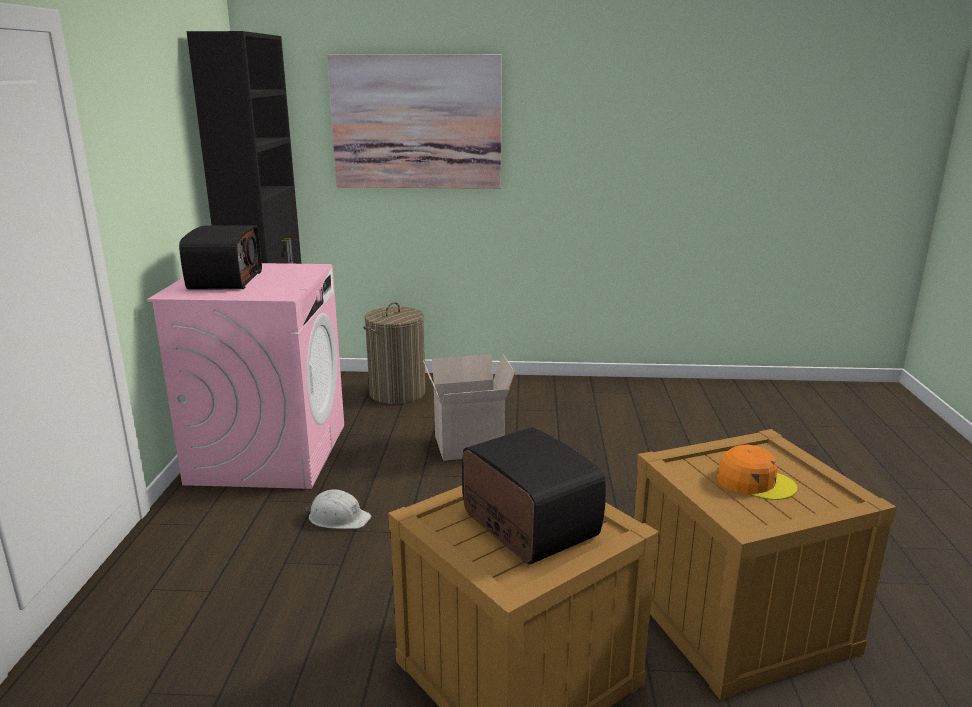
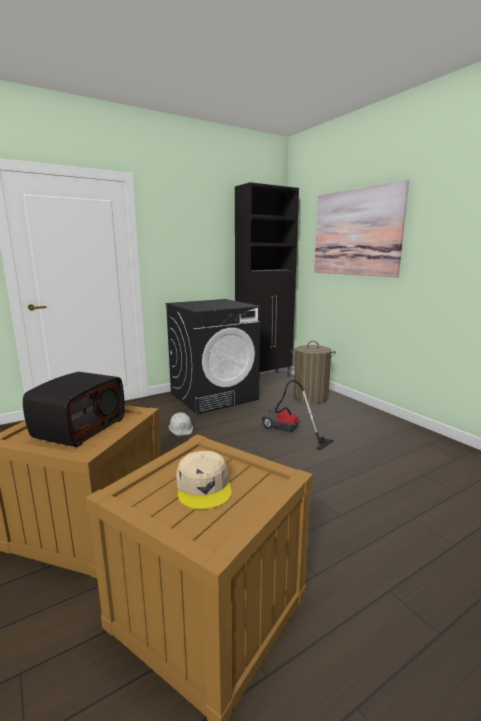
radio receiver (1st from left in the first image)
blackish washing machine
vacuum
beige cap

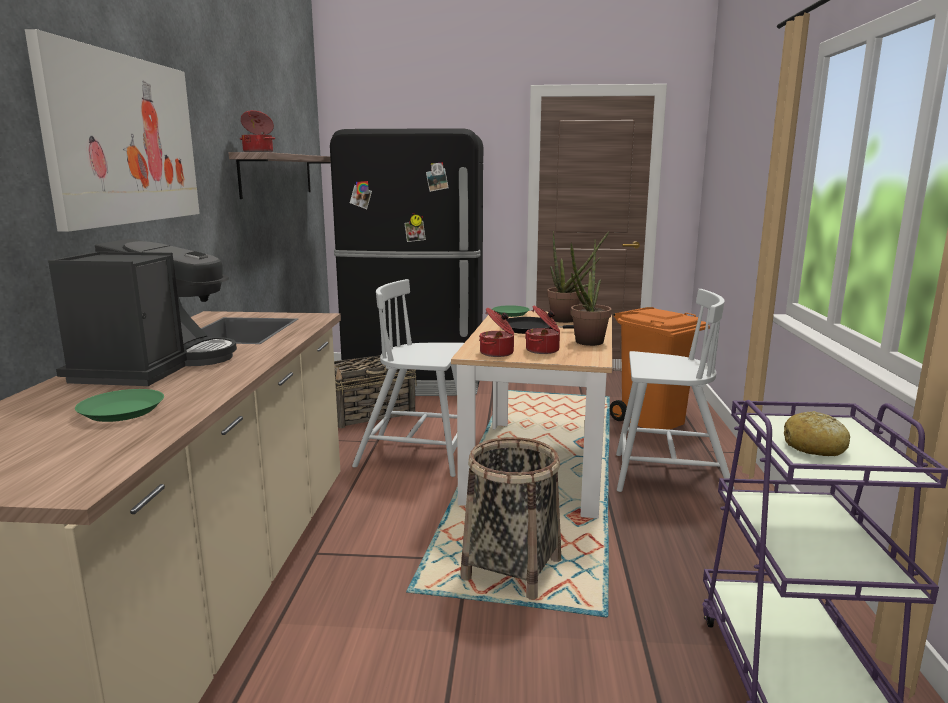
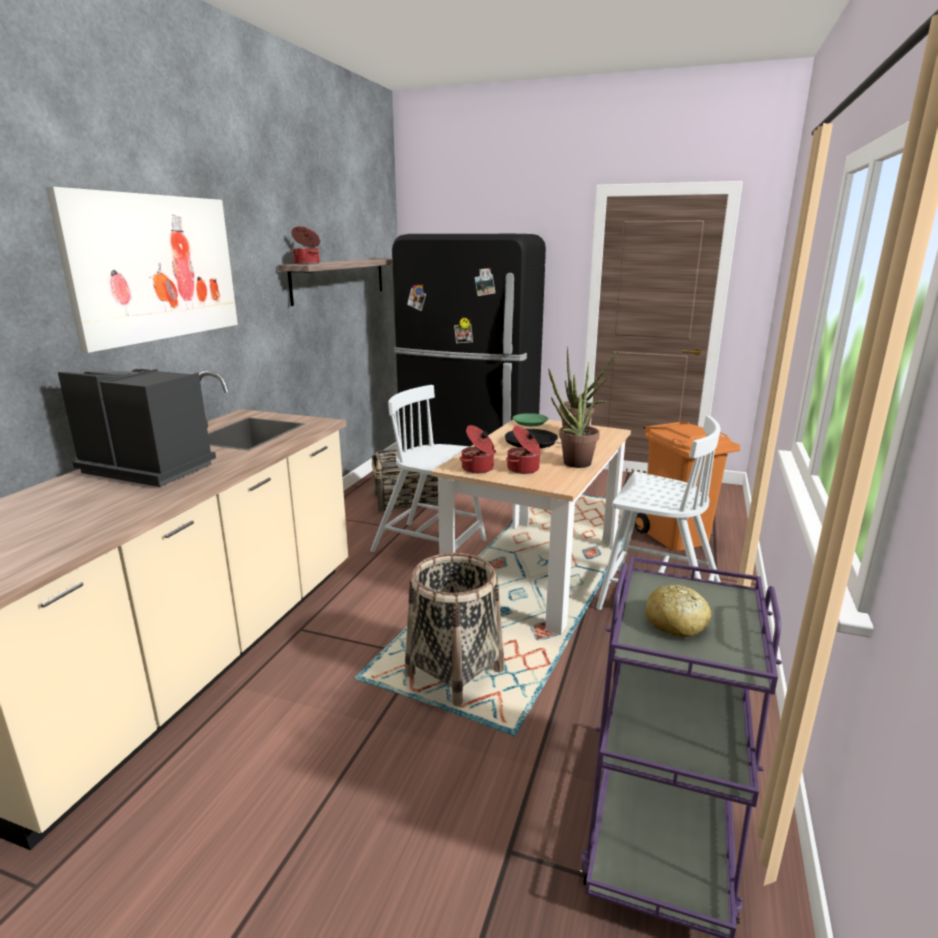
coffee machine
green flat dish (1st from left in the first image)

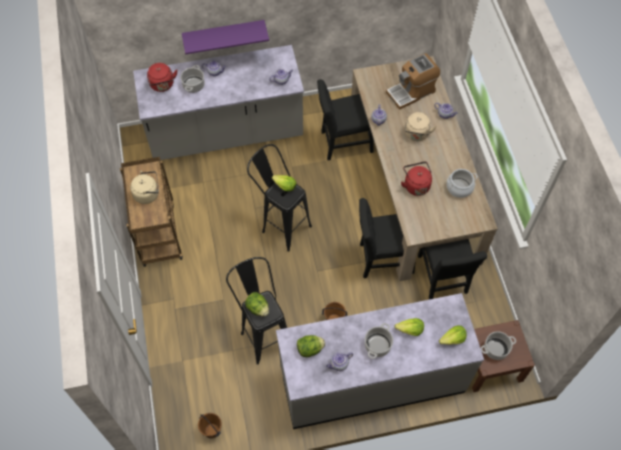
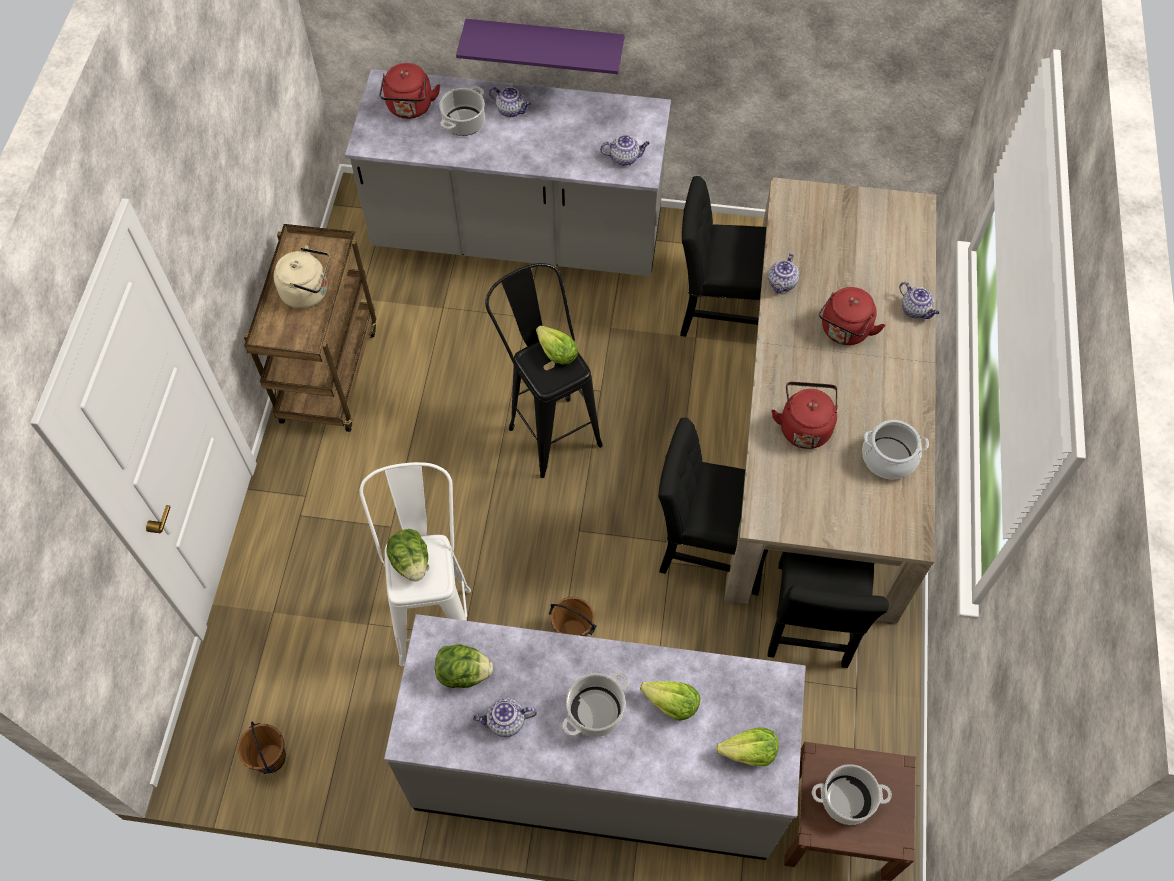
coffee machine
red water kettle (3rd from left)
white stool

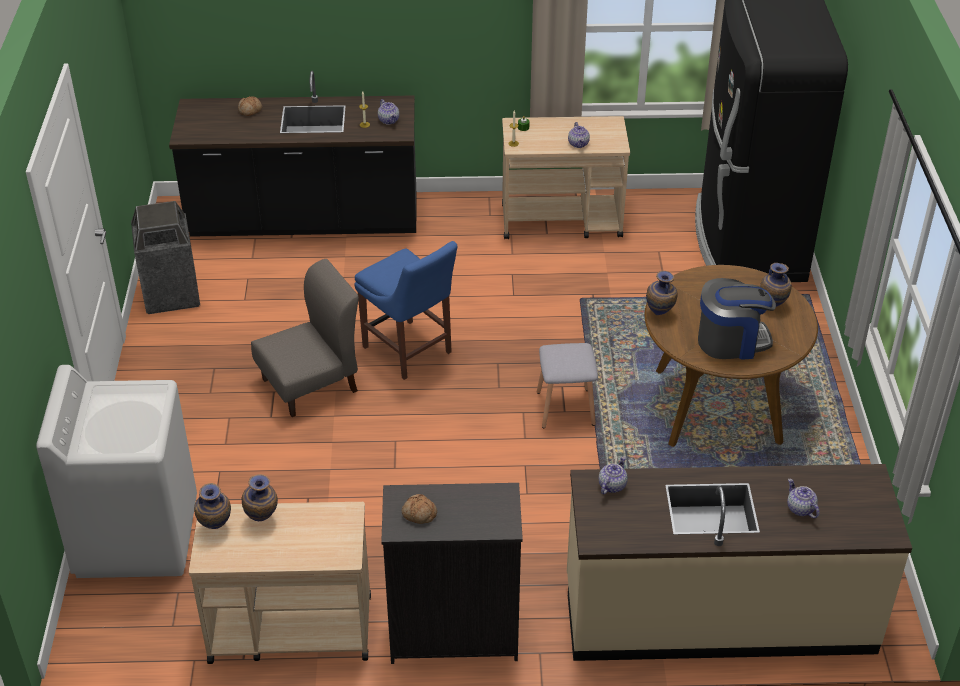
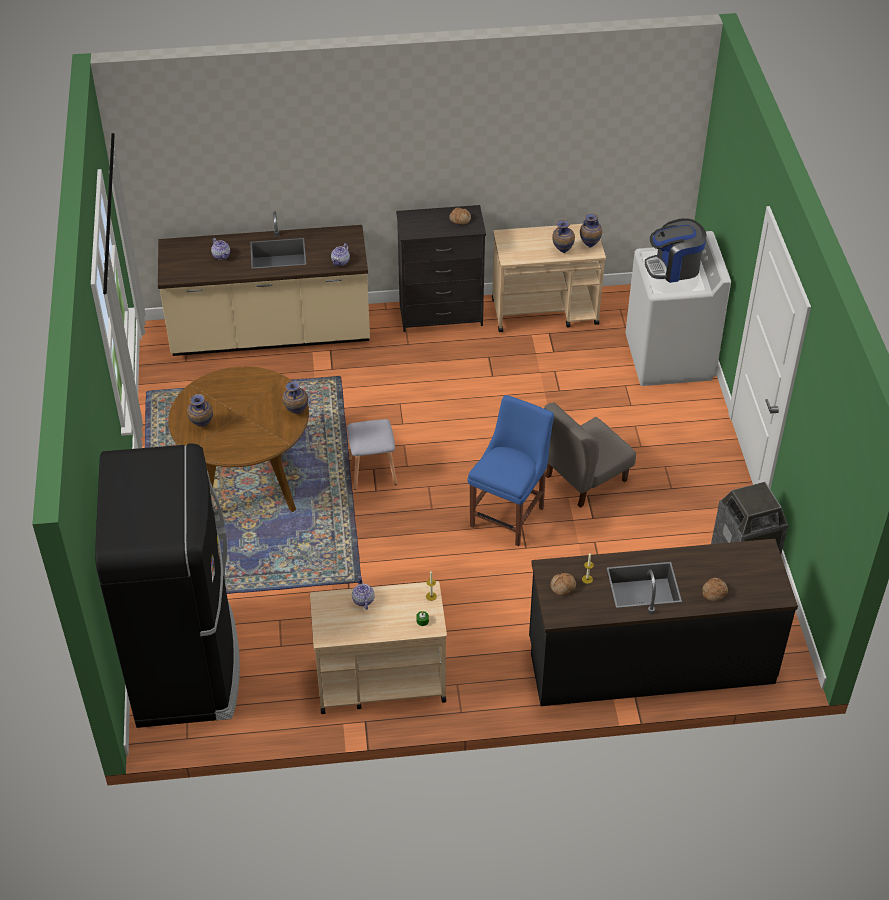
bread (2nd from left)
blue upright chair
coffee machine

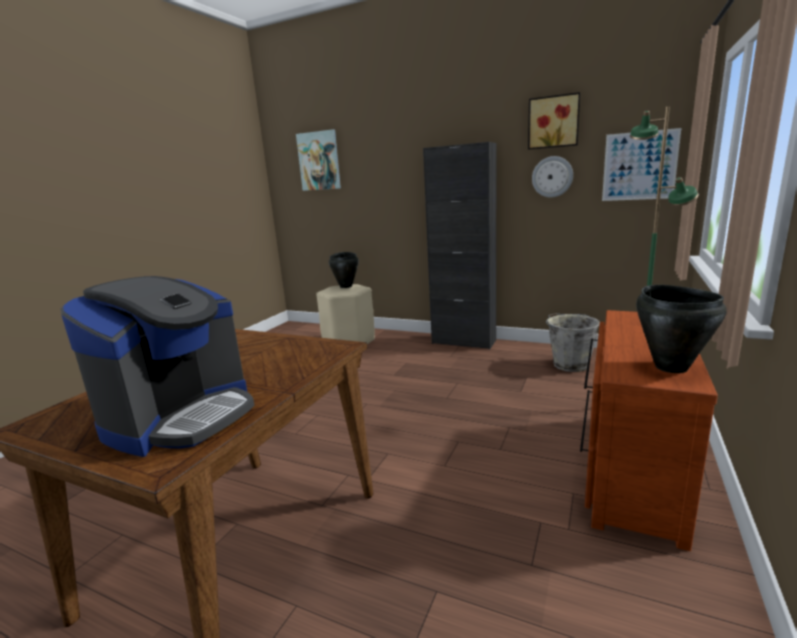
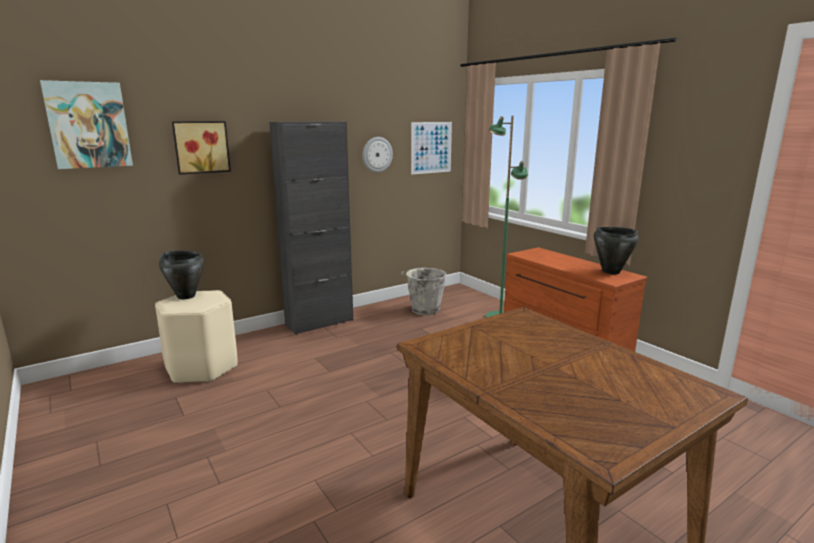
wall art (2nd from left)
coffee machine

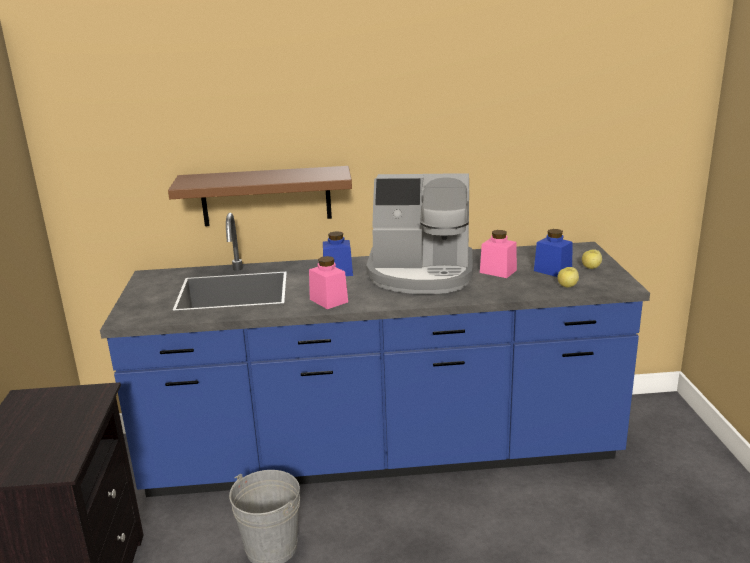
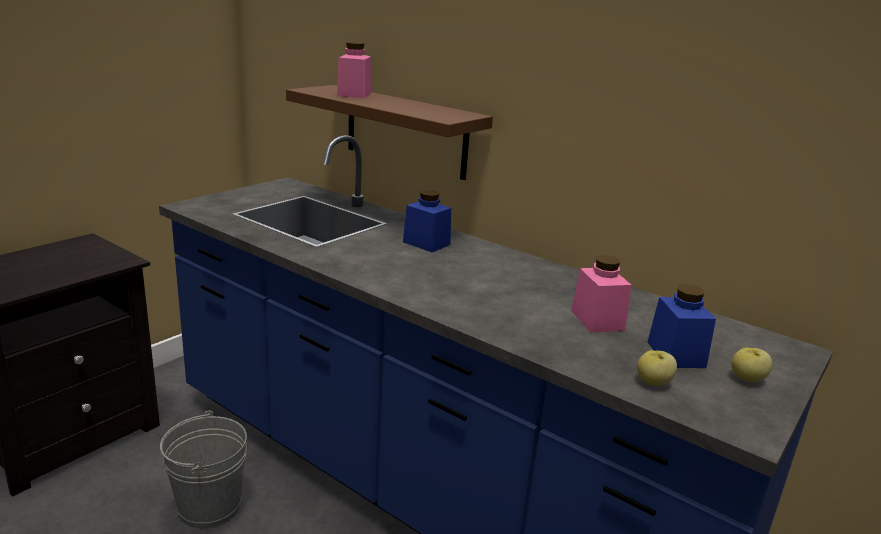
coffee machine
pinkish jar (1st from left)

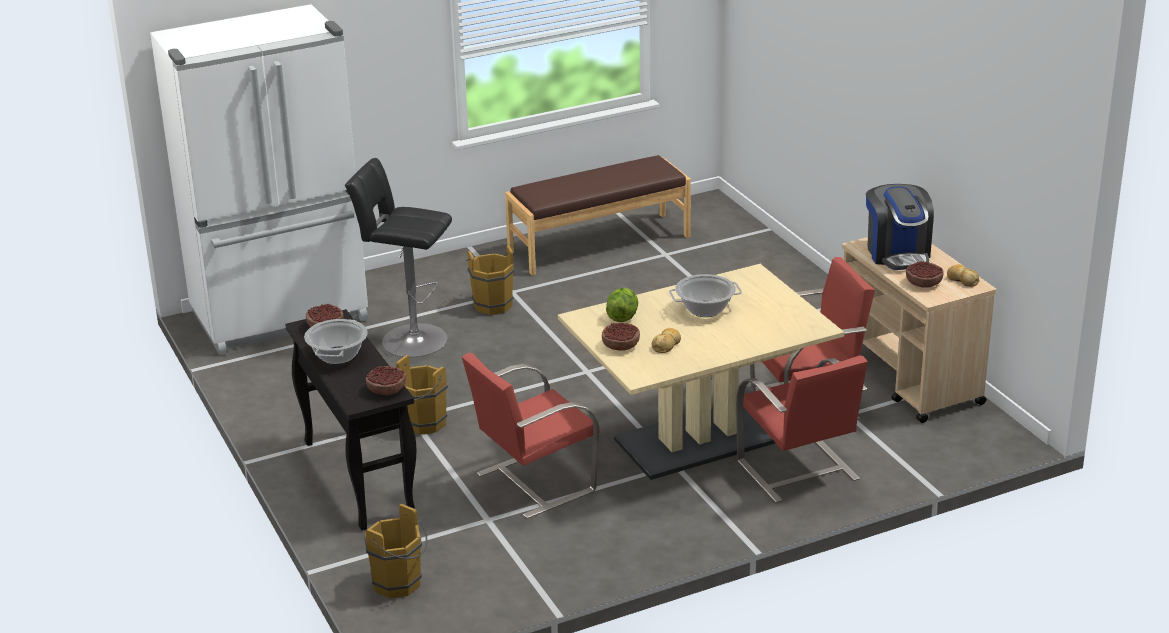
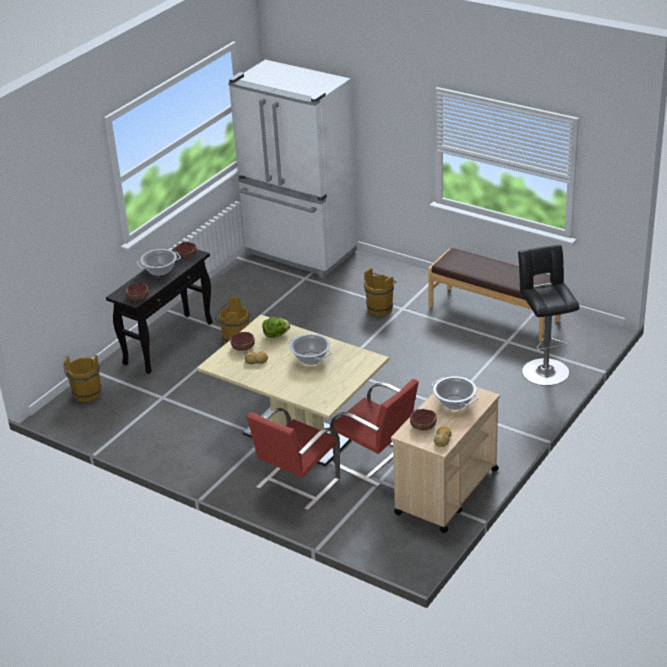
blackish stool
saucepot (3rd from left)
red upright chair (1st from left in the first image)

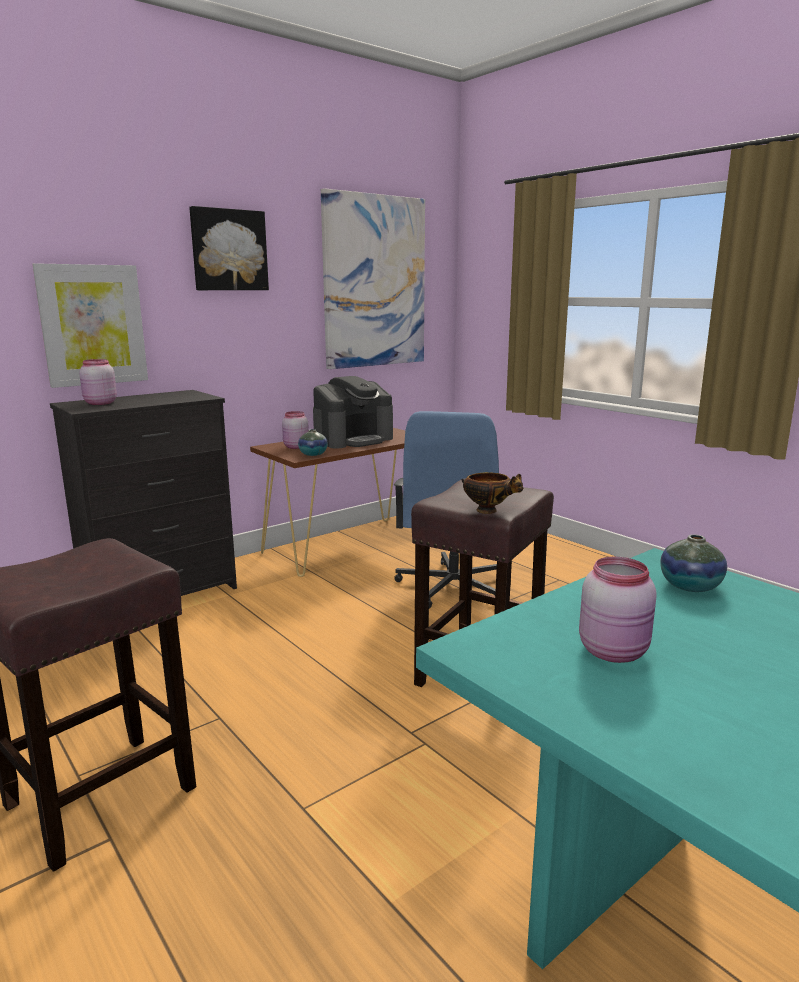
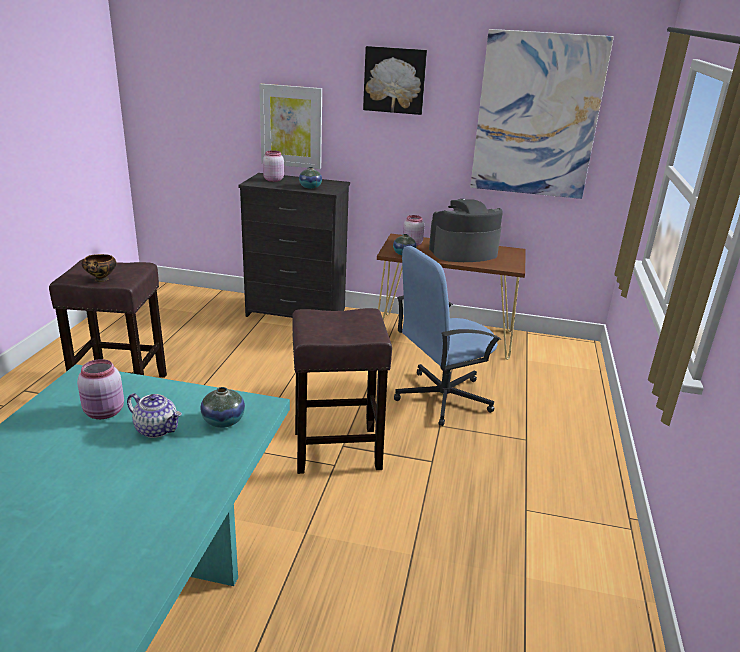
coffee machine
bowl
vase (2nd from left)
teapot

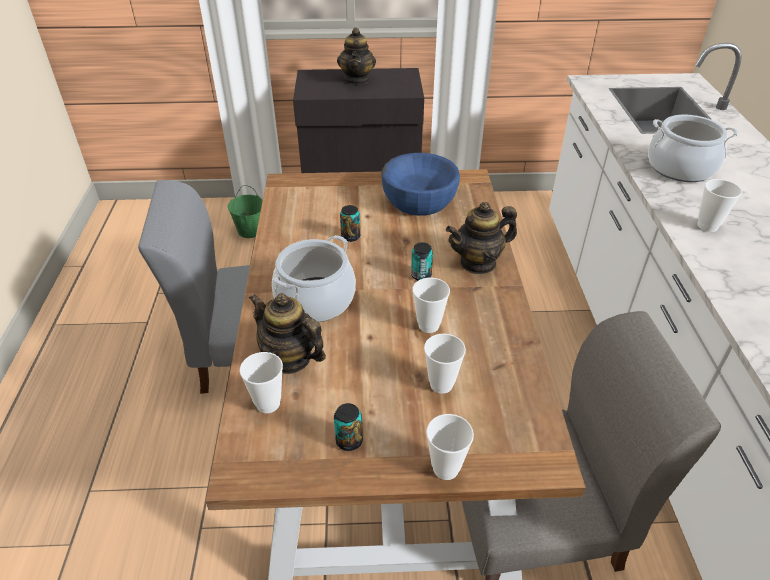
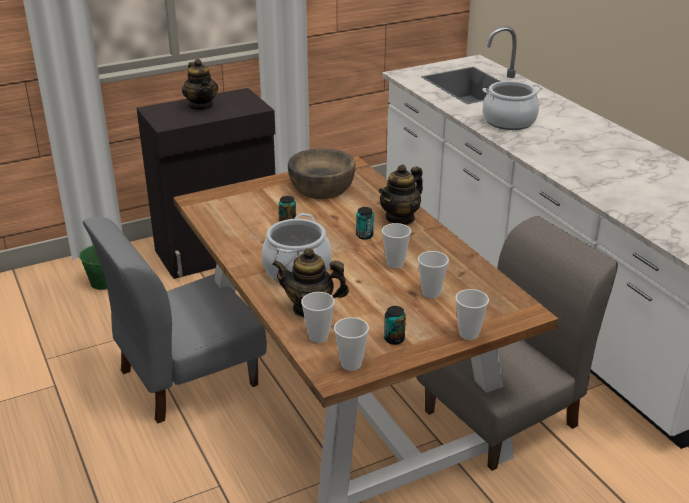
brown bowl
cup (2nd from left)

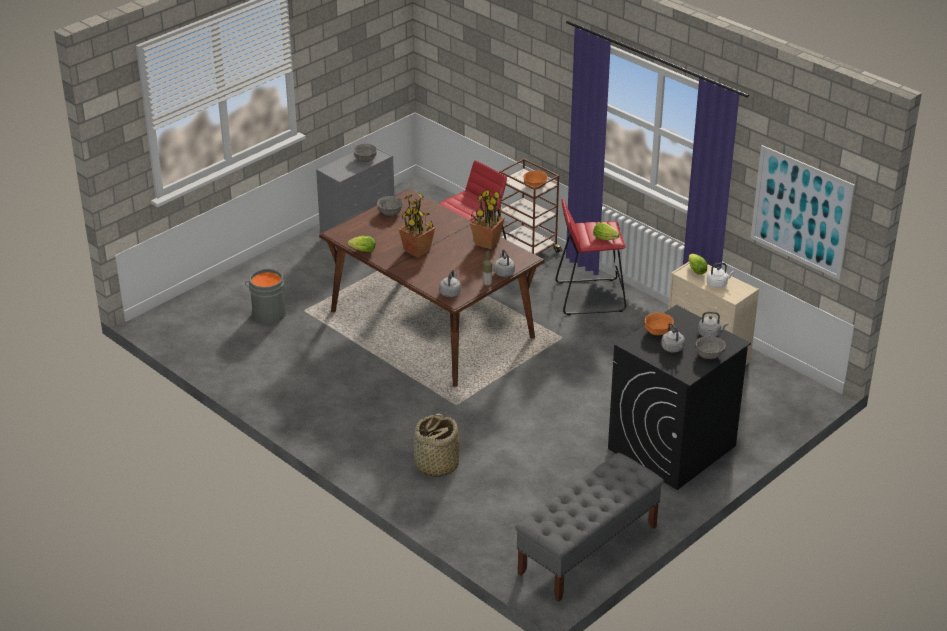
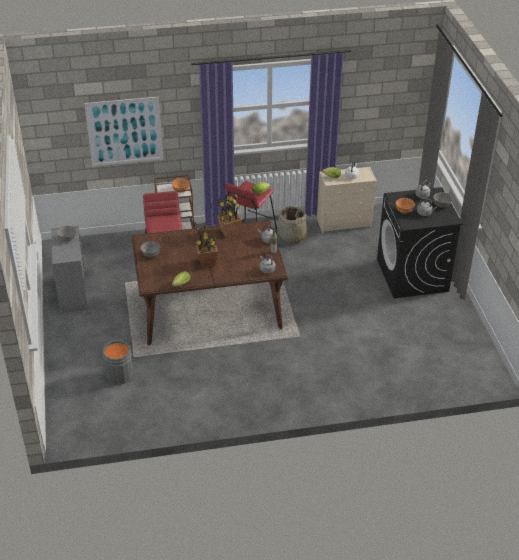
wall art
storage basket
greyish bench

